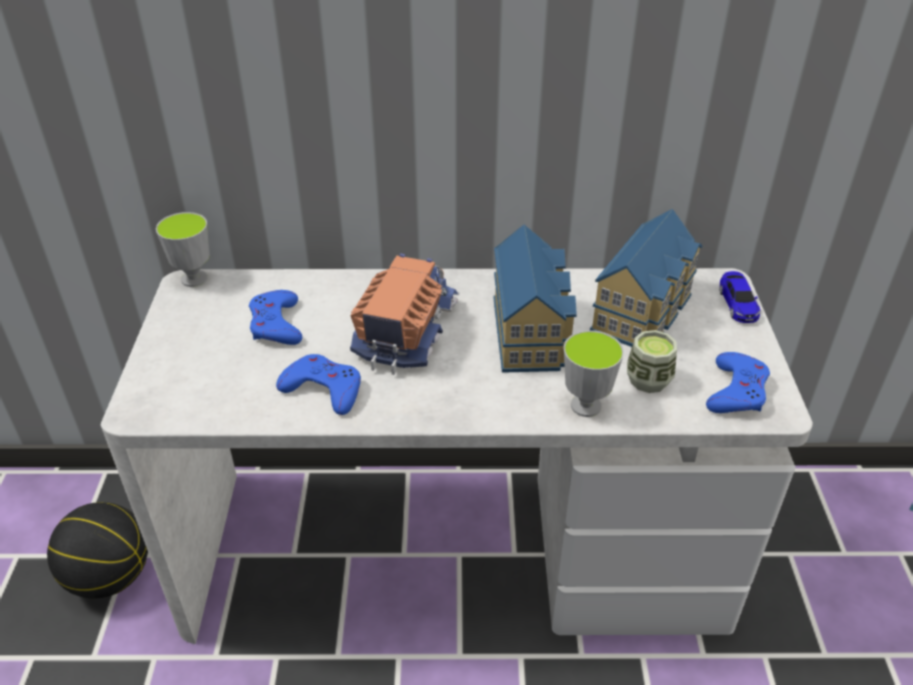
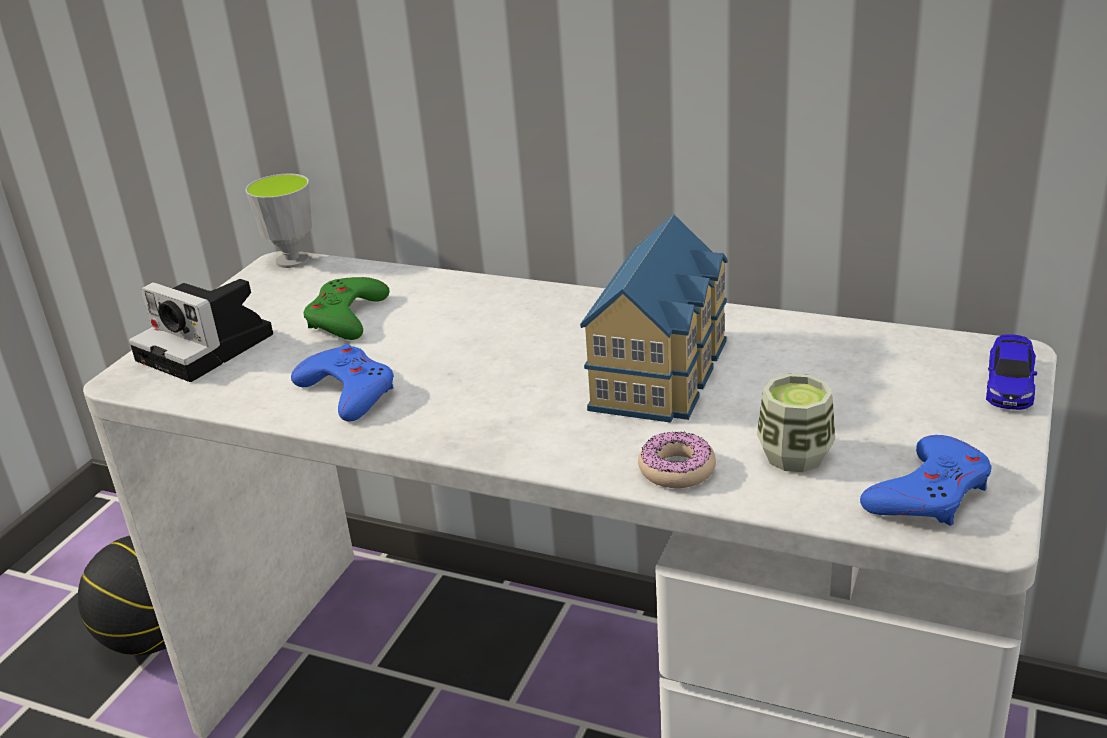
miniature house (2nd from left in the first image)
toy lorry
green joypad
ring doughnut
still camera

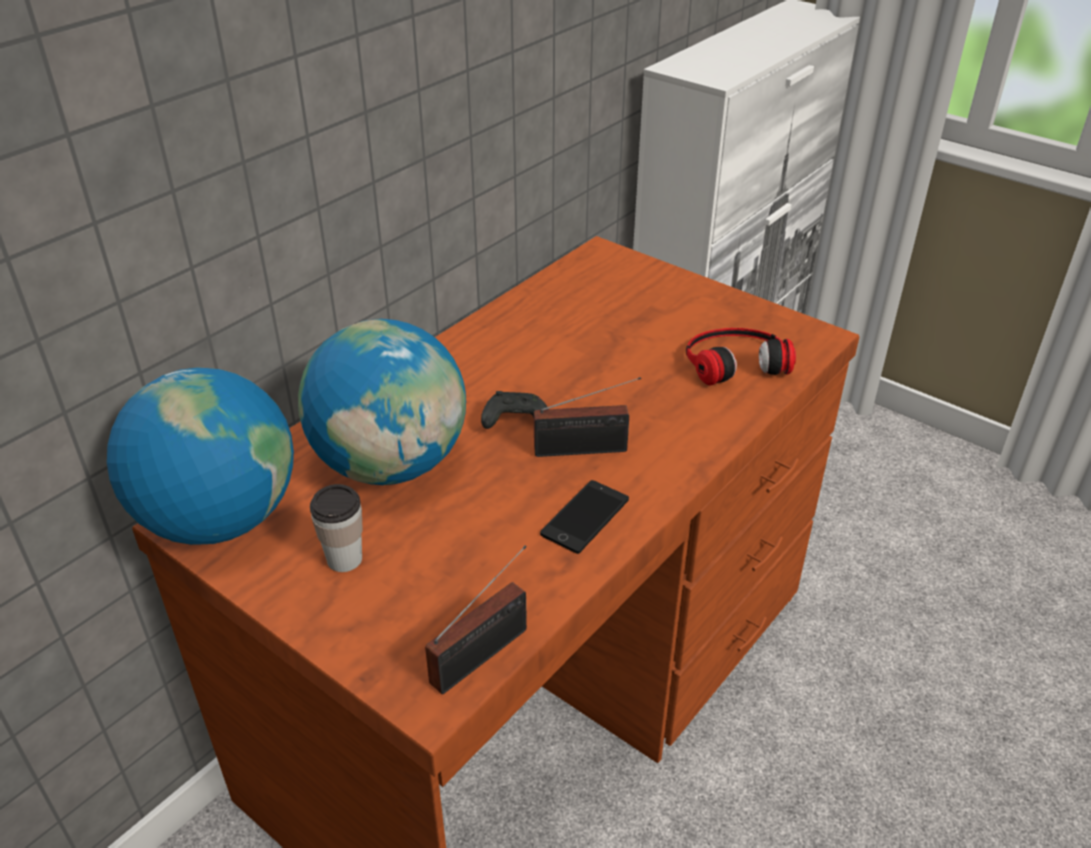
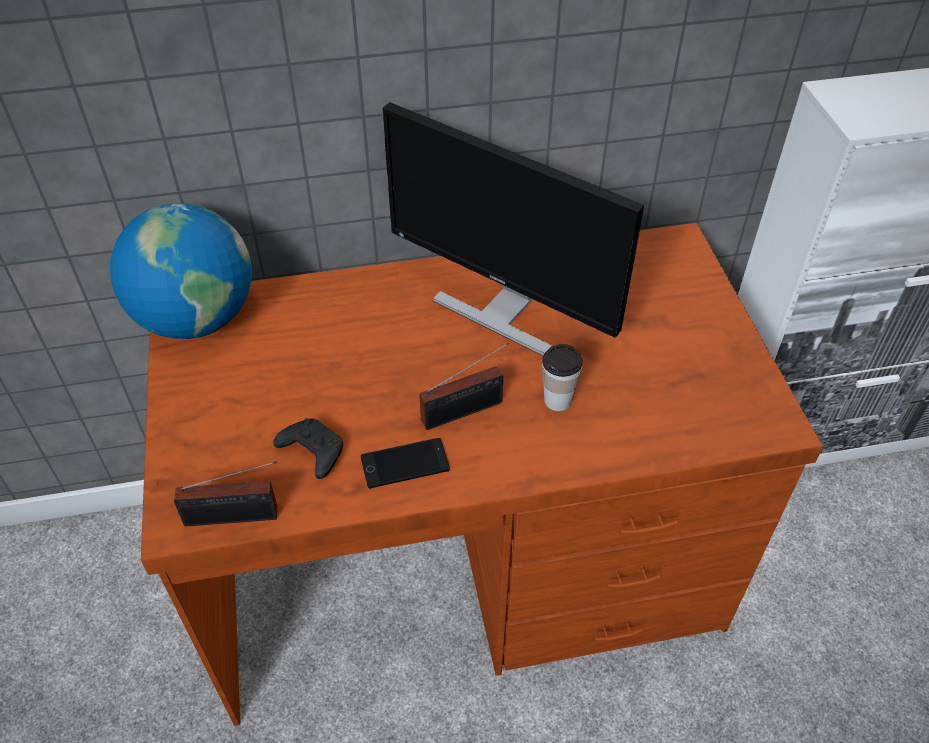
desk globe (2nd from left in the first image)
headset
radio receiver (2nd from left)
blackish joypad
cup
computer display

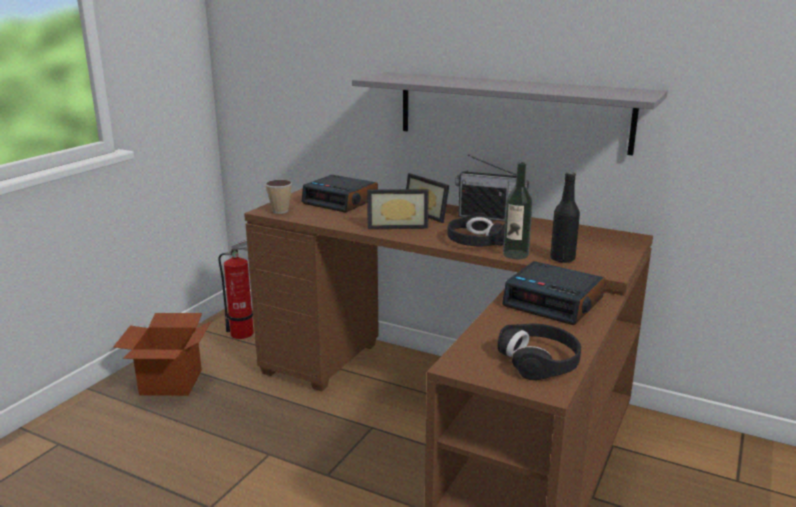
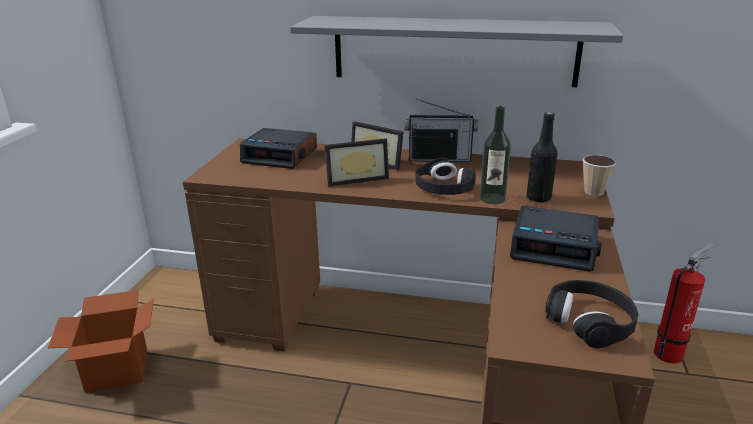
cup
extinguisher

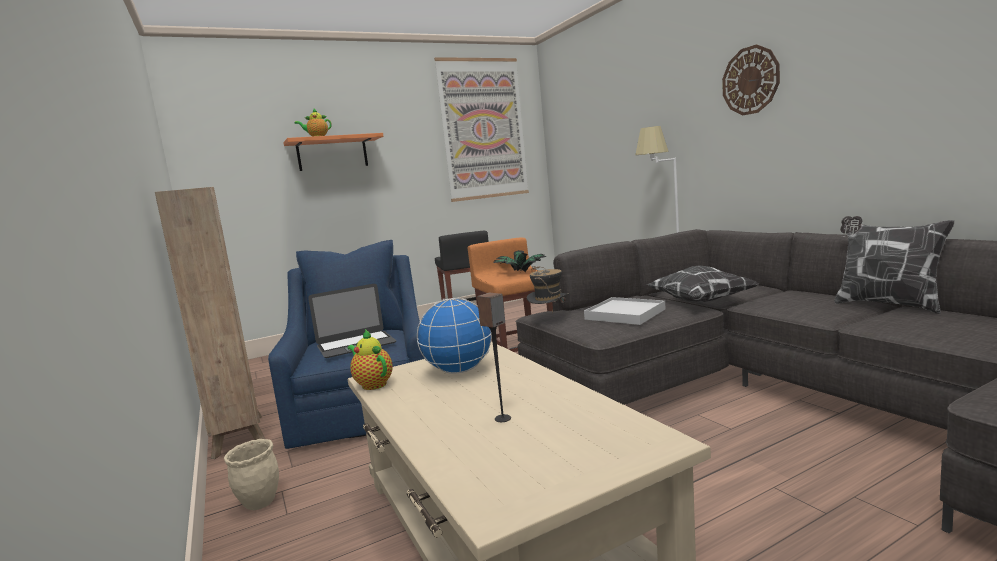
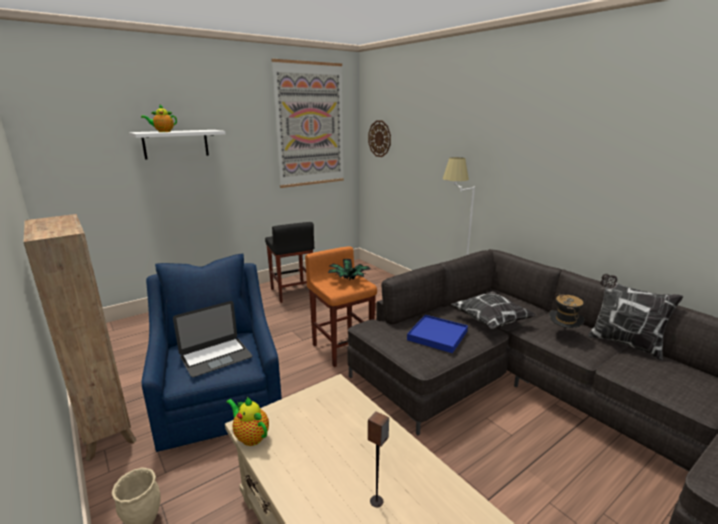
clock on the wall
white shelf
hat
blue tray
desk globe

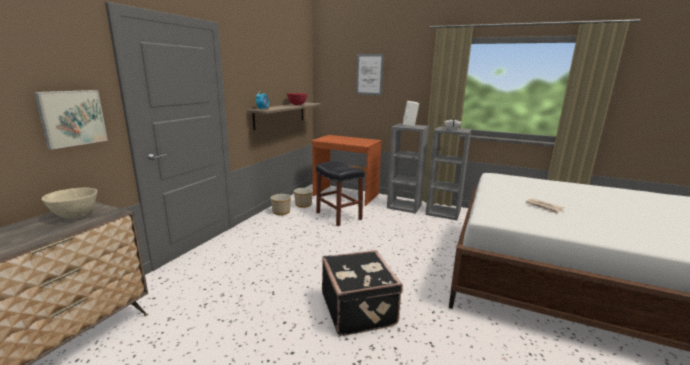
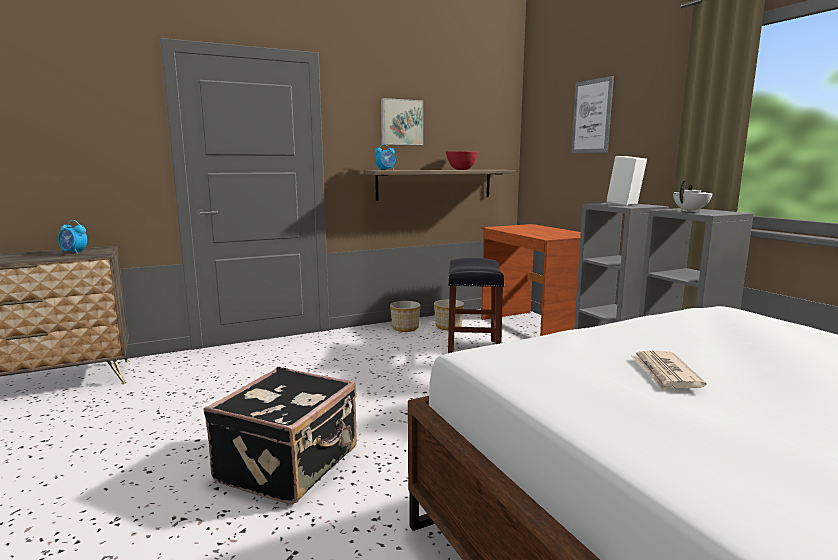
wall art (1st from left)
bedside clock (1st from left)

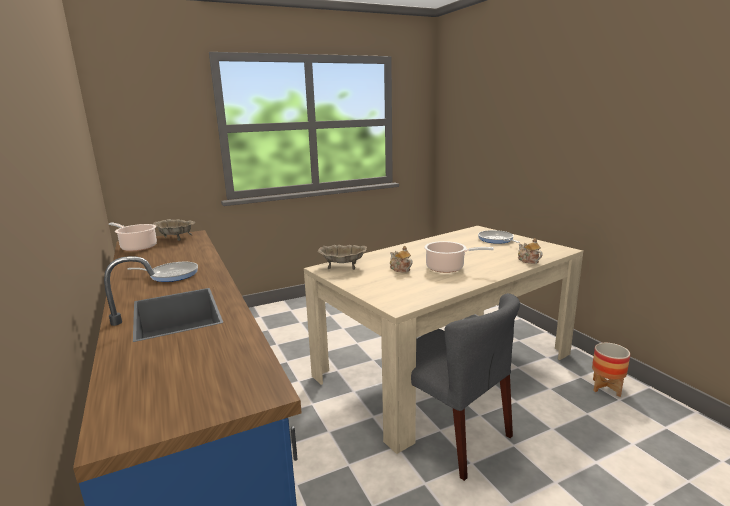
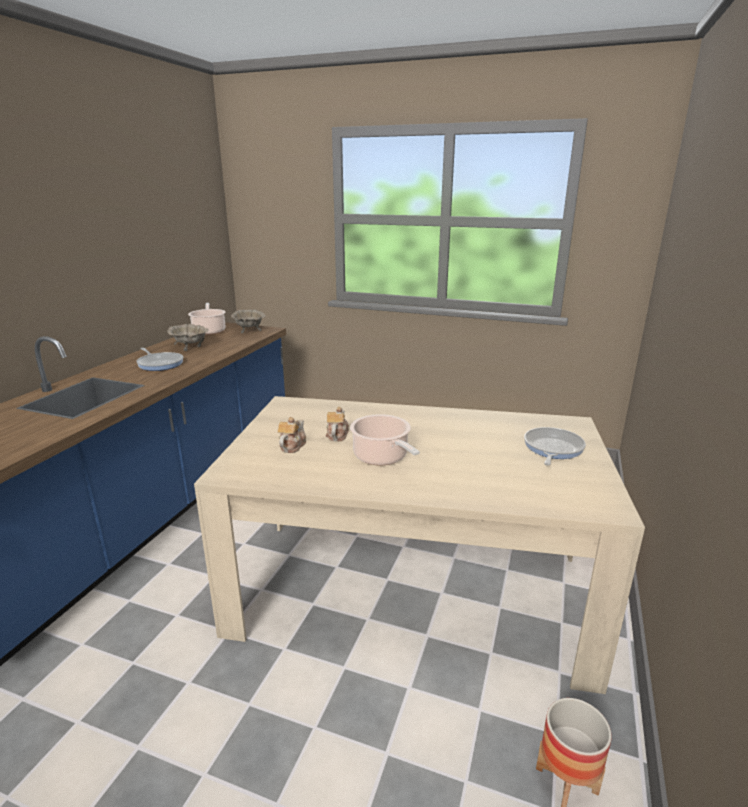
teapot (1st from left)
beige bowl (1st from left)
greyish upright chair

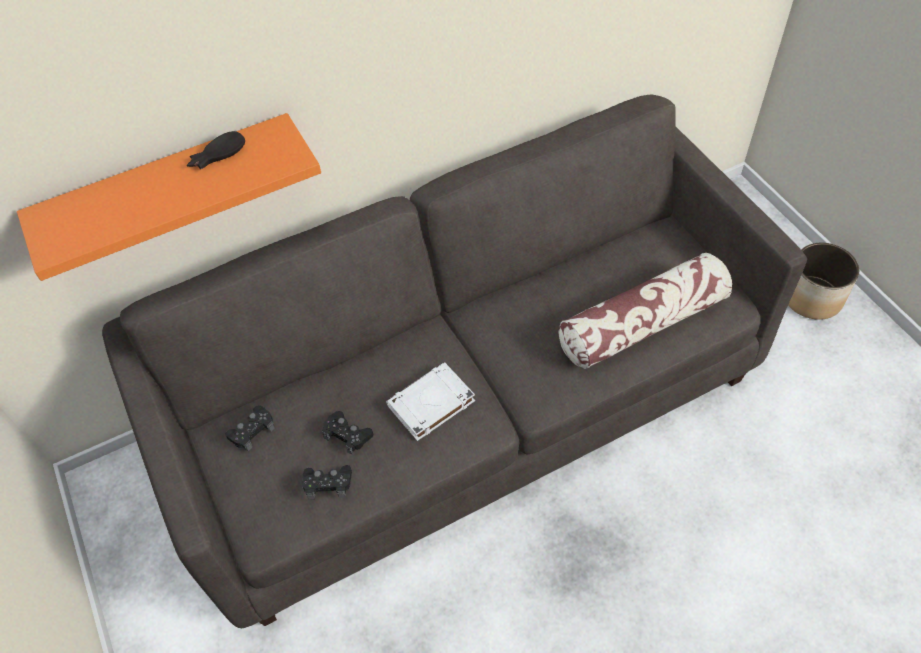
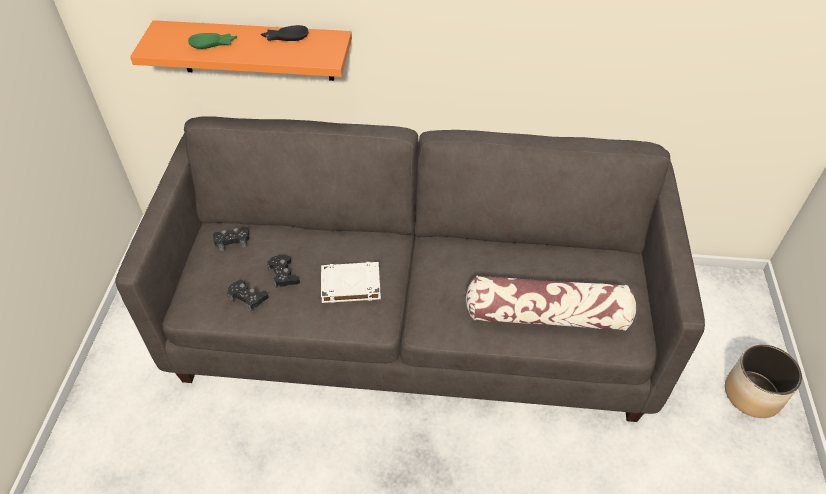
green bowl

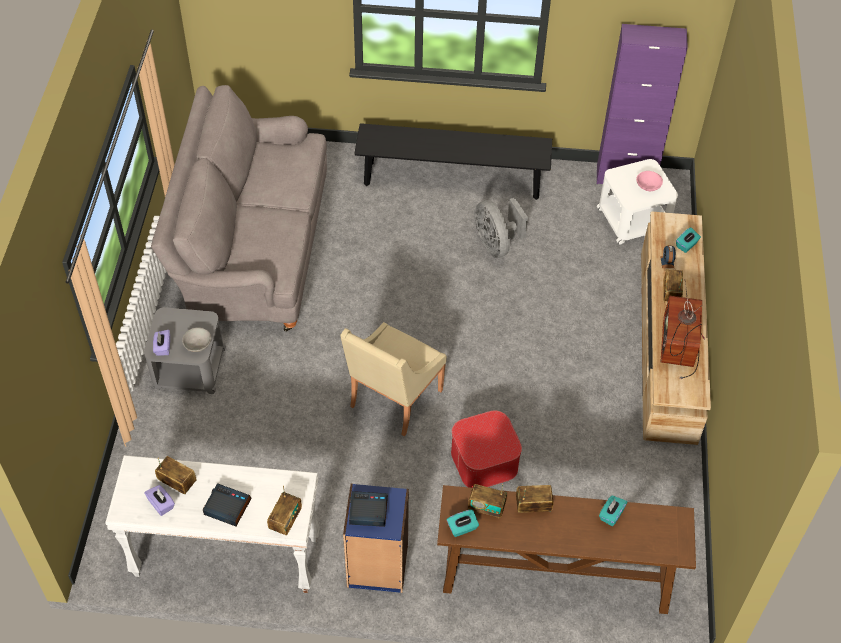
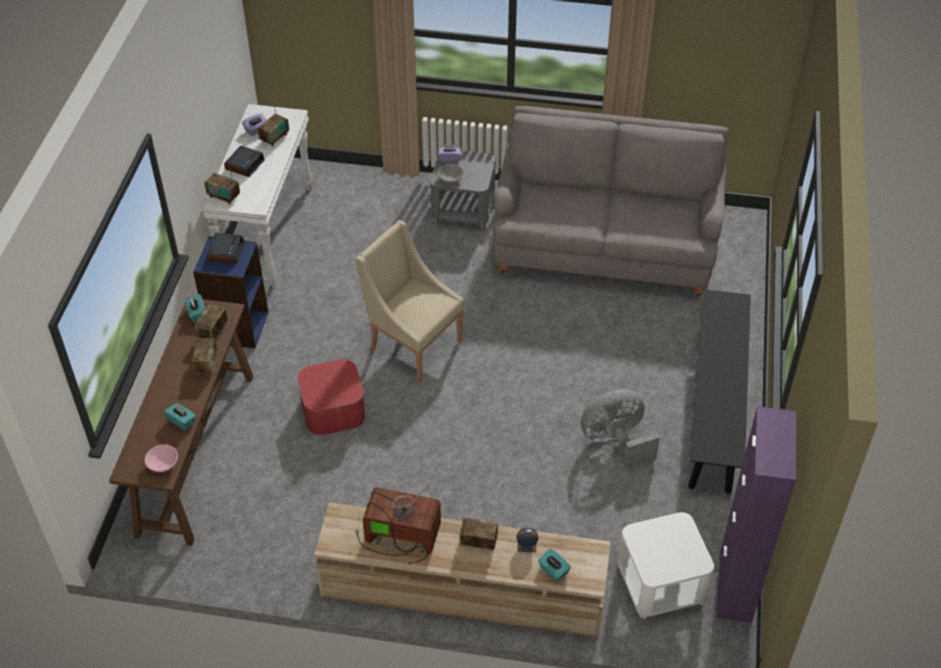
pinkish bowl

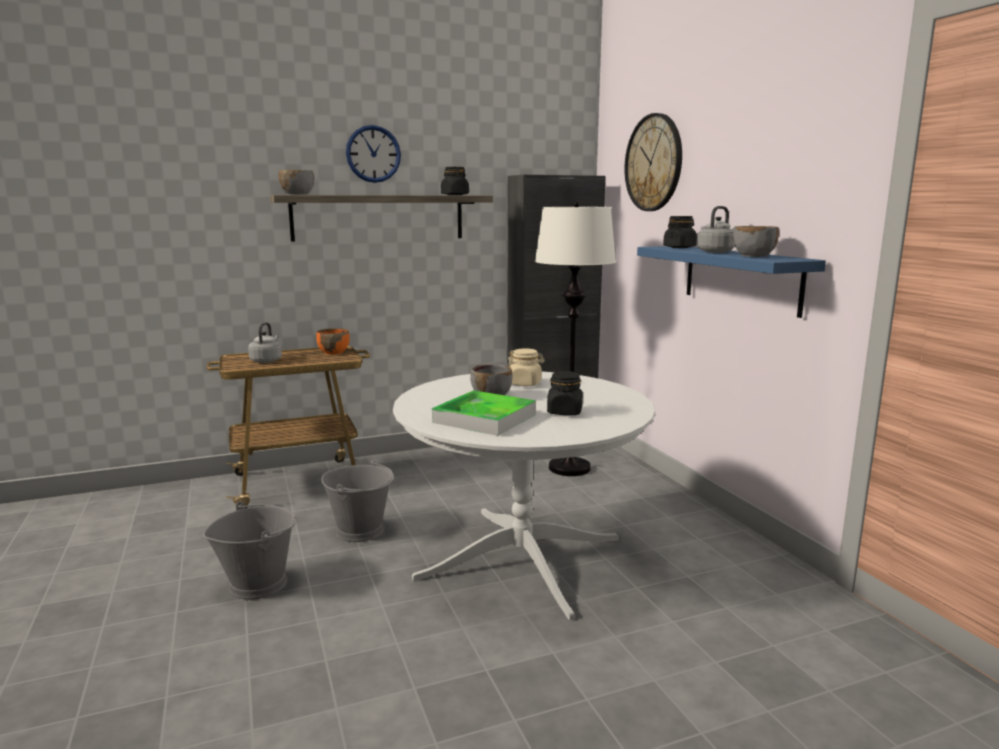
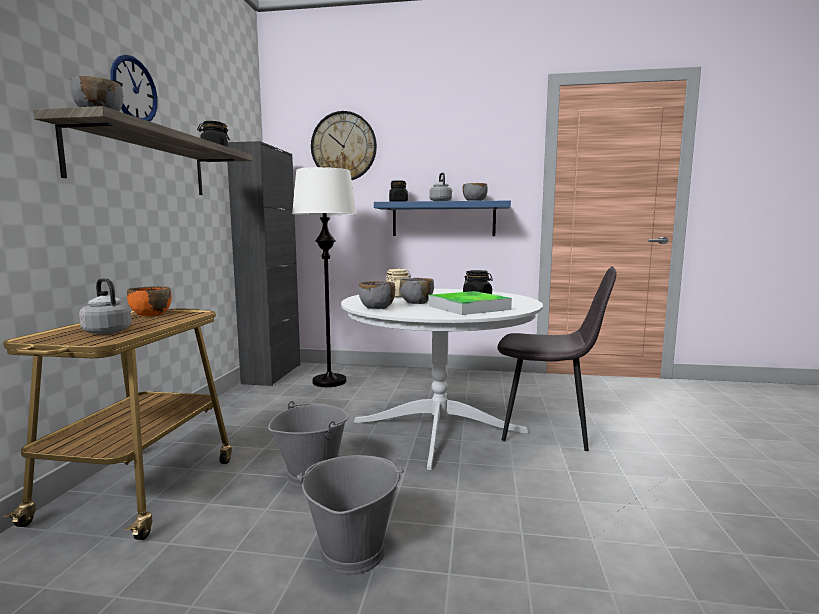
greyish upright chair
greyish bowl (2nd from left)

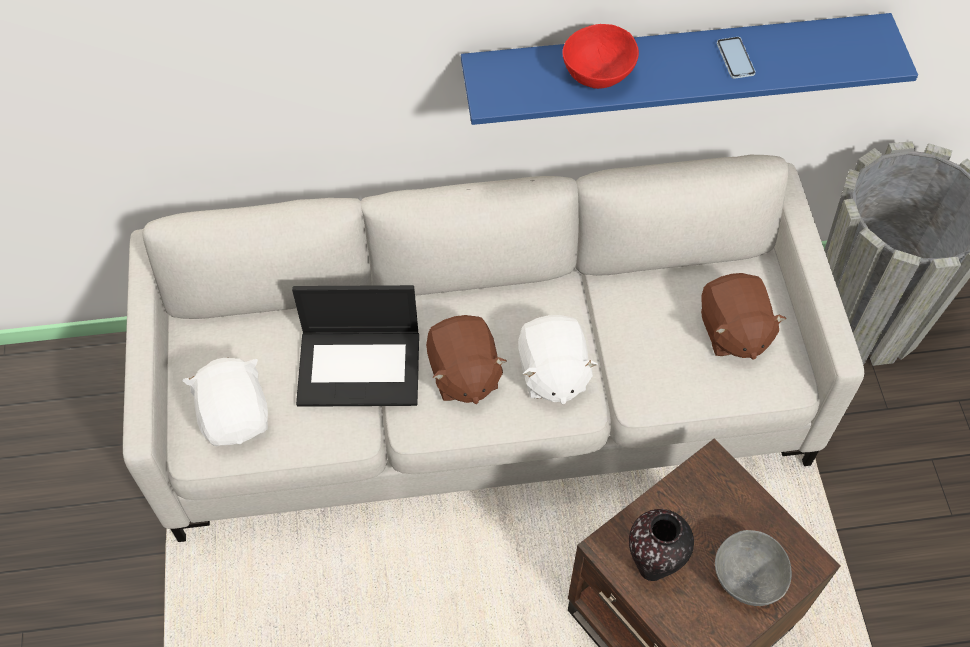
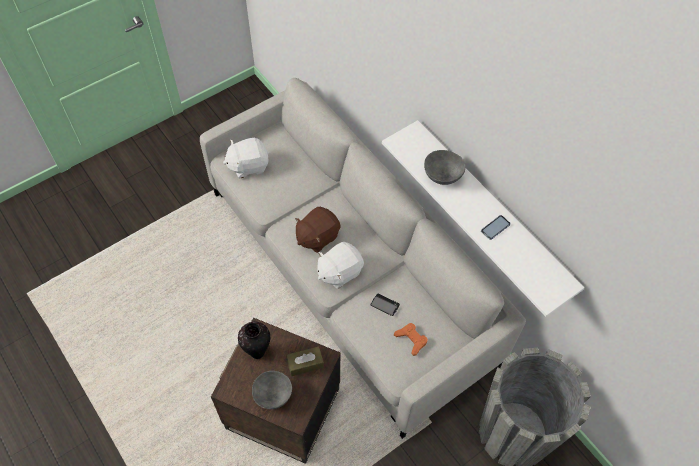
white shelf
greyish bowl (2nd from left)
orangey joypad
portable computer
white plush toy (1st from left)
handset (1st from left)
brown tissue box

